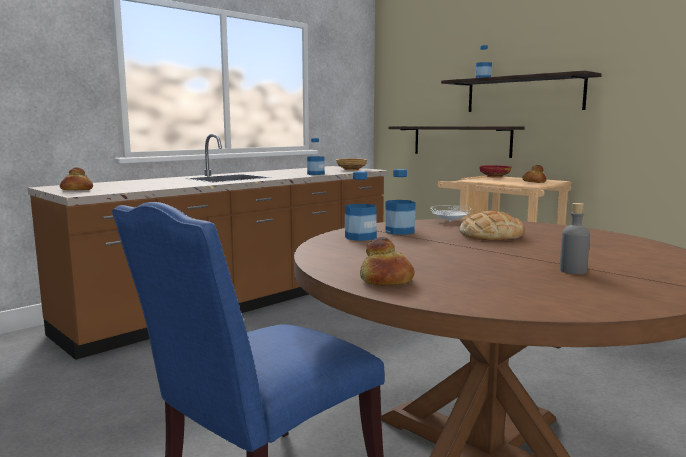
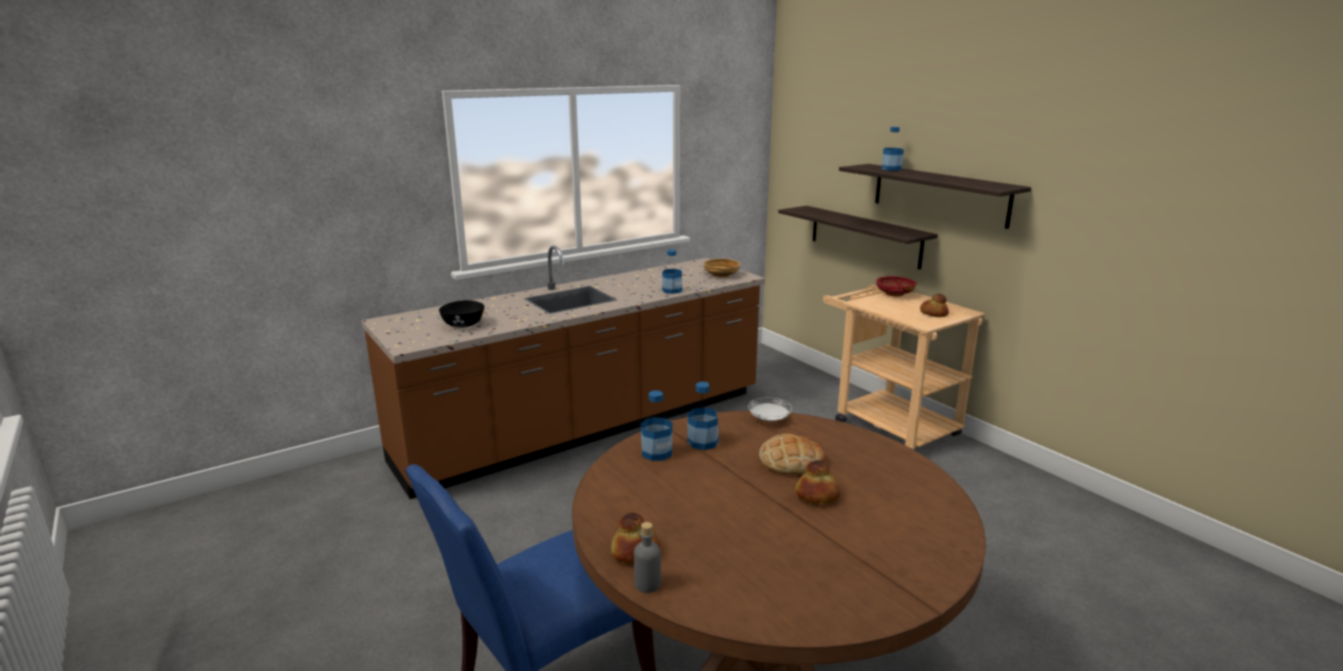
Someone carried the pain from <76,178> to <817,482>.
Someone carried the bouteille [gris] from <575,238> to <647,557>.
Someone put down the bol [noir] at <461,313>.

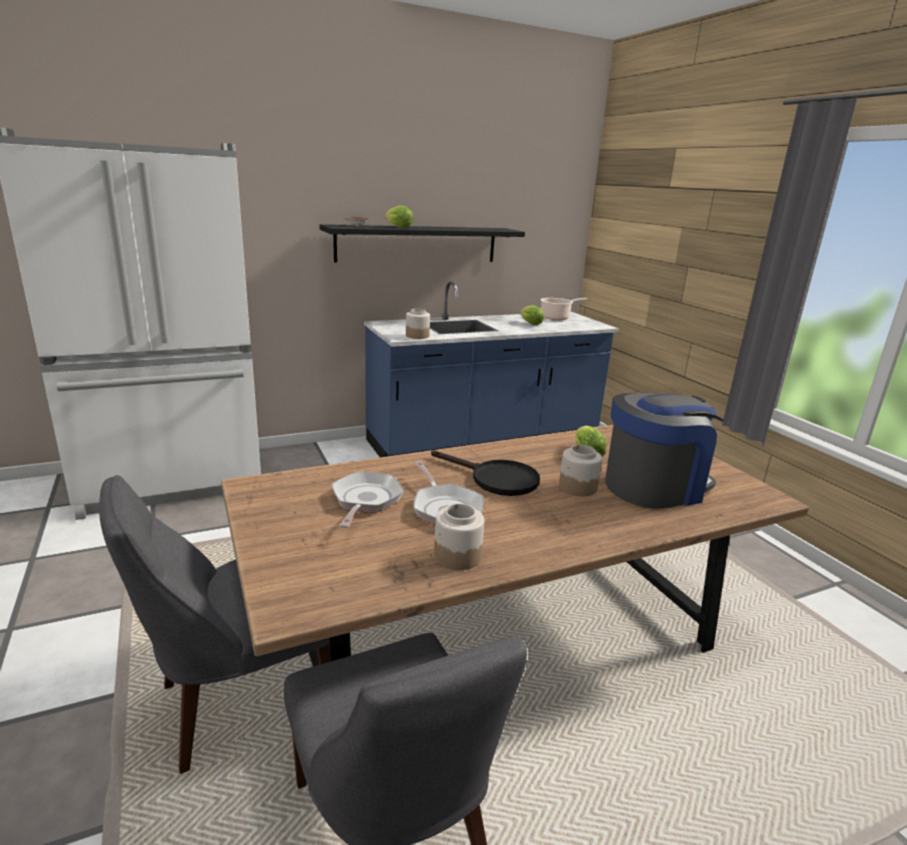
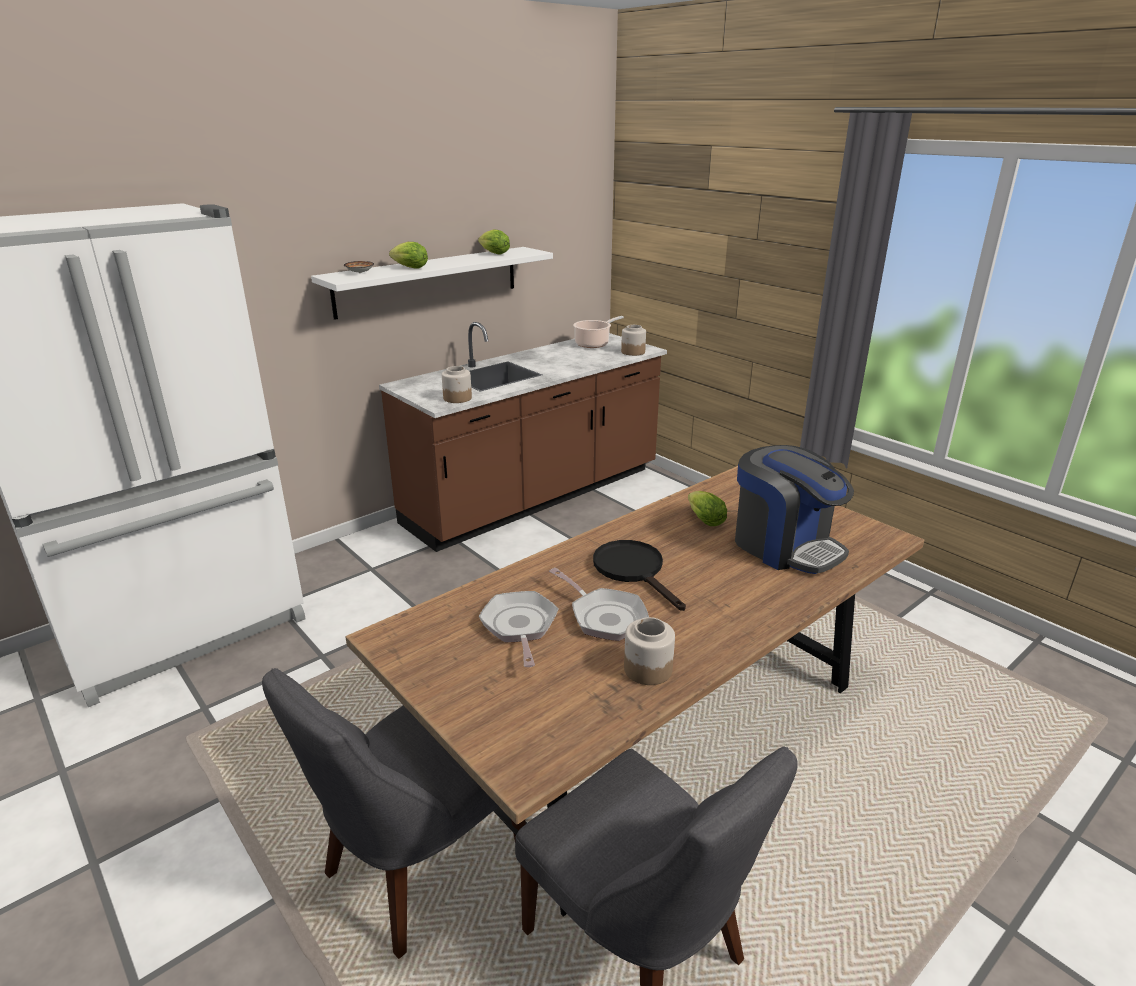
Someone repainted the étagère [noir] at <422,243>, which became the étagère [blanc] at <432,283>.
Someone repainted the comptoir de cuisine [bleu] at <491,369>, which became the comptoir de cuisine [marron] at <523,437>.
Someone rotated the poêle [noir] at <485,473> by 135 degrees counterclockwise.
Someone carried the laitue from <532,315> to <494,241>.
Someone carried the bocal from <580,470> to <633,340>.
Someone rotated the machine à café at <664,451> by 90 degrees clockwise.

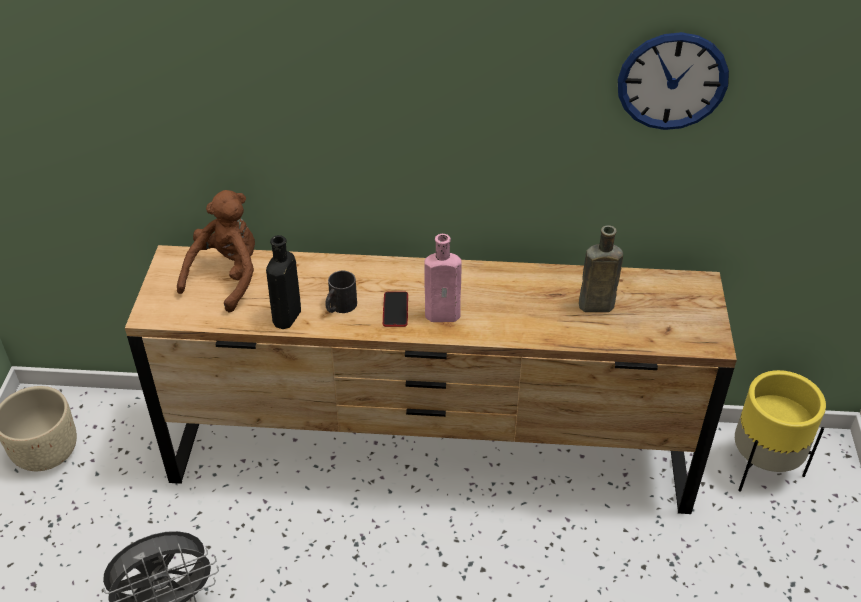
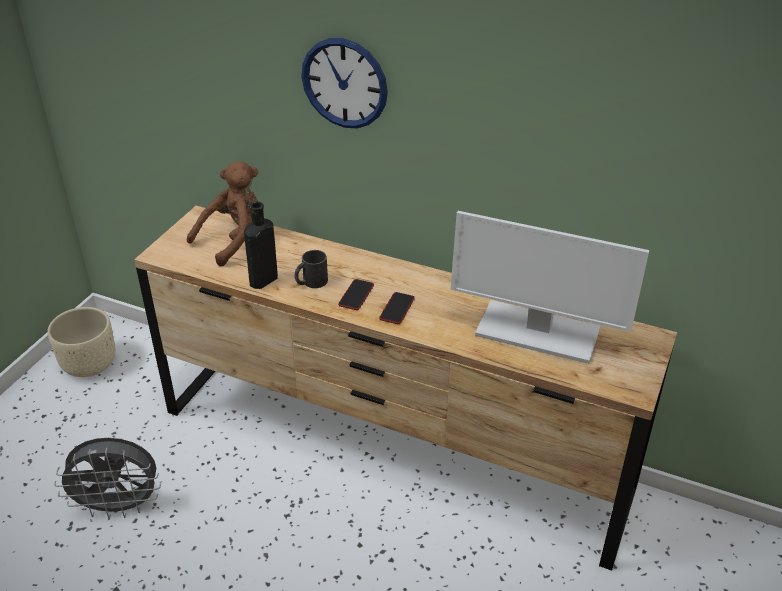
Someone swapped the bouteille [rose] at <443,278> for the téléphone at <397,308>.
Someone swapped the bouteille [marron] at <601,268> for the écran d'ordinateur at <549,287>.
Someone carried the horloge murale from <673,81> to <344,83>.
Someone took away the cache-pot [jaune] at <780,431>.

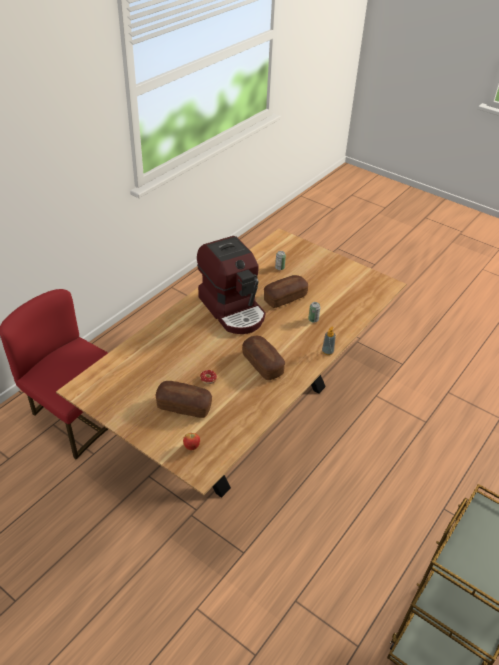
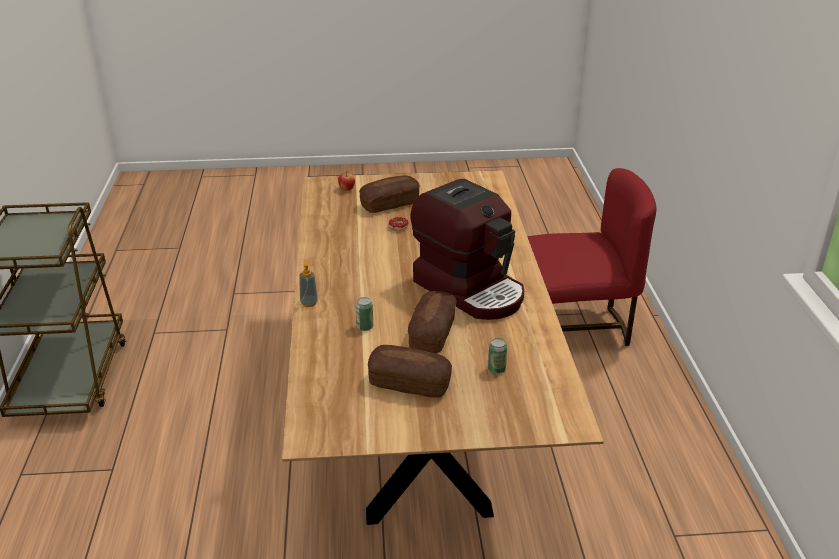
Someone rotated the machine à café at <231,285> by 150 degrees counterclockwise.
Someone carried the pain from <263,358> to <410,371>.

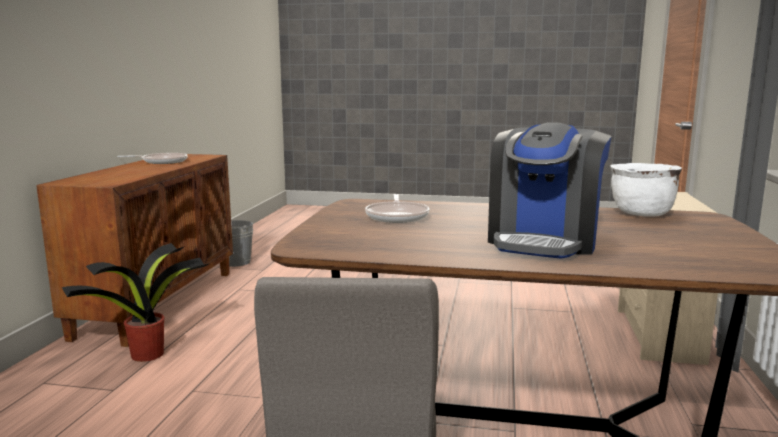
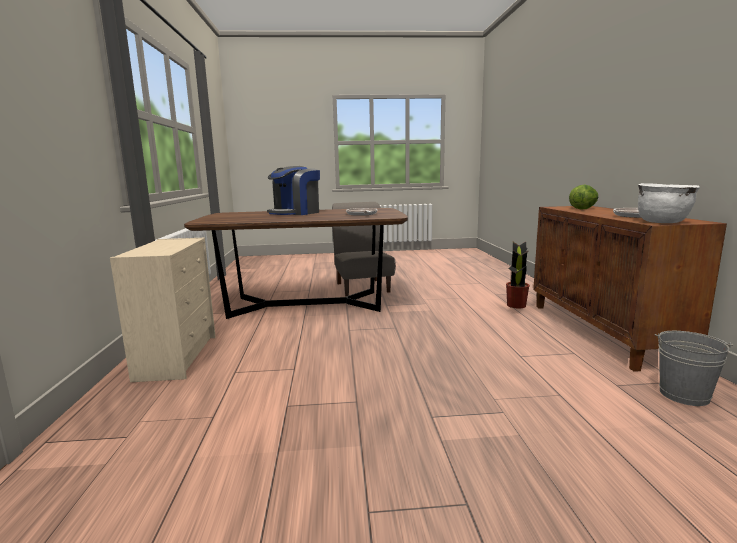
Someone rotated the machine à café at <550,190> by 150 degrees counterclockwise.
Someone carried the marmite [blanc] from <646,190> to <669,203>.
Someone put down the laitue at <583,197>.

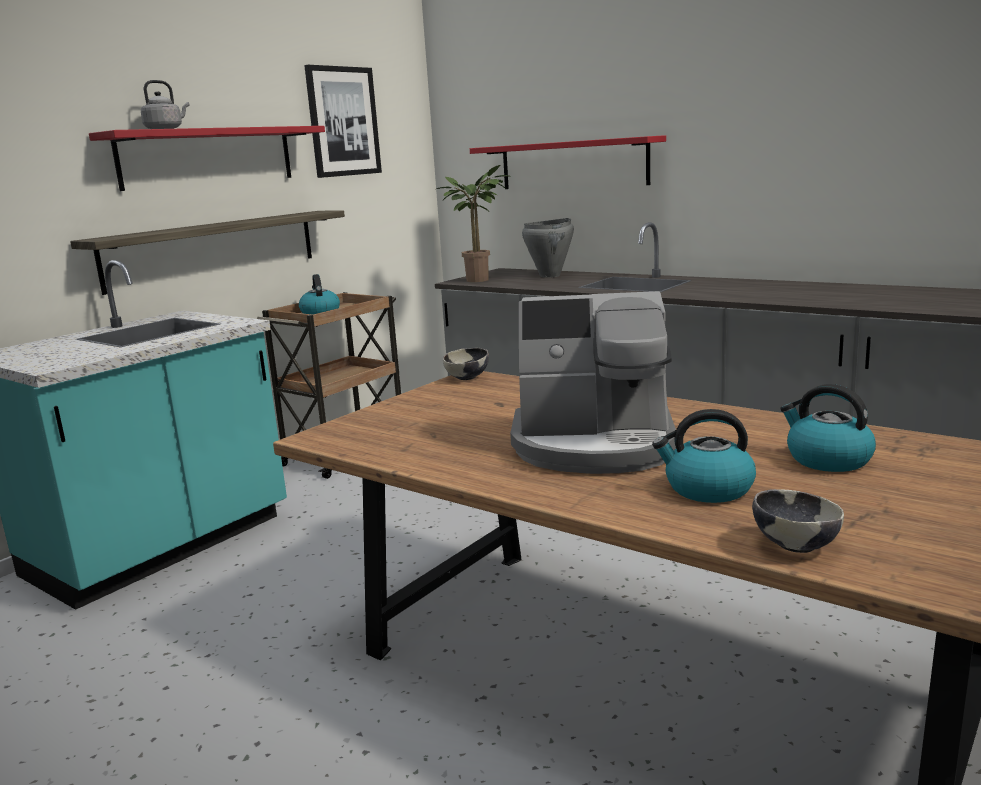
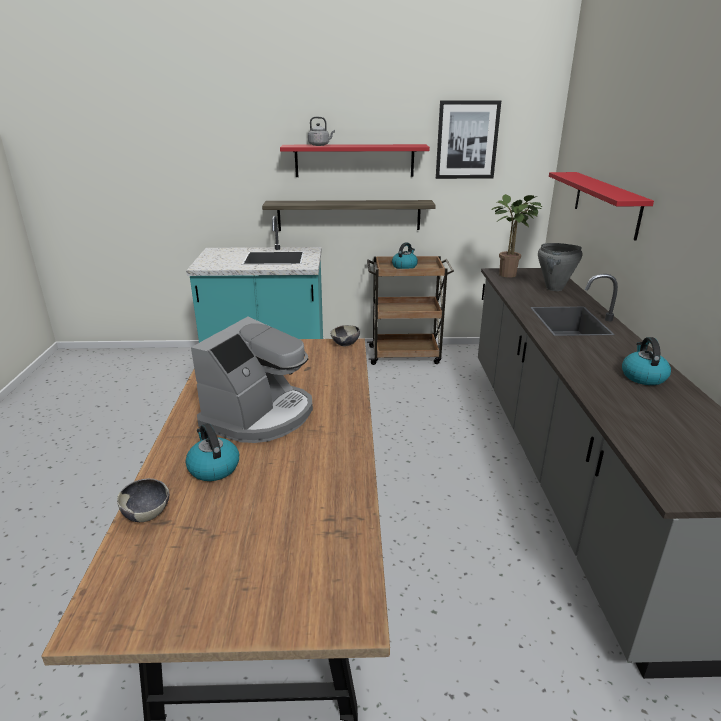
Someone rotated the machine à café at <593,382> by 120 degrees counterclockwise.
Someone carried the bouilloire from <828,428> to <646,361>.

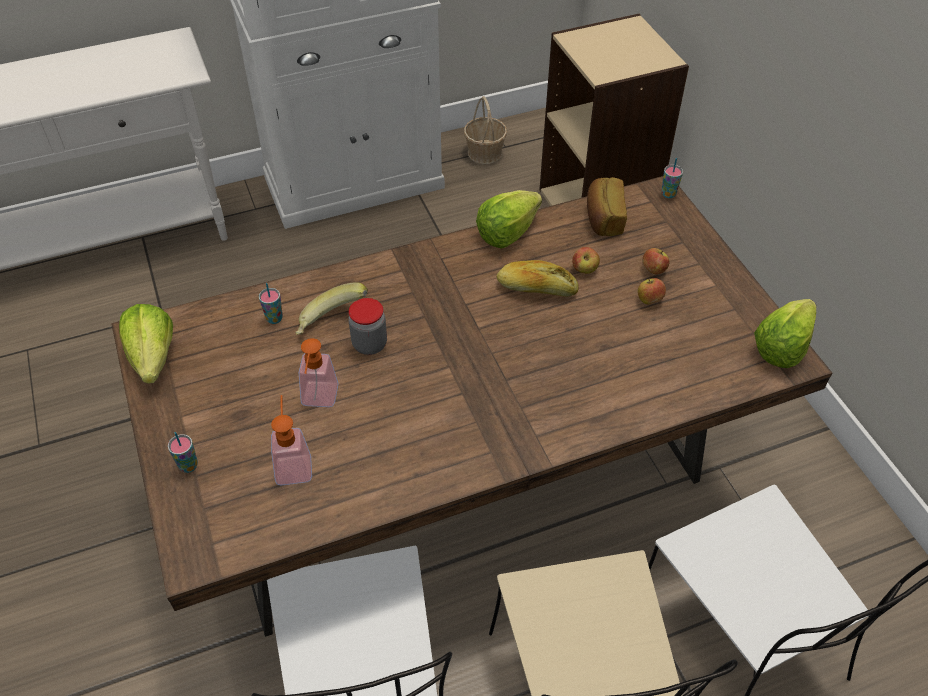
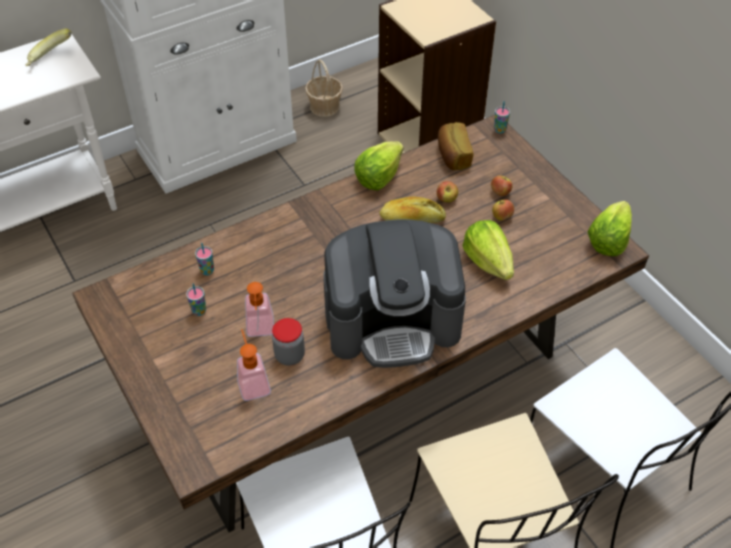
Someone carried the laitue from <146,344> to <488,250>.
Someone carried the tasse from <183,452> to <196,299>.
Someone carried the banane from <331,308> to <48,47>.
Someone carried the bocal from <367,326> to <288,342>.
Someone put down the machine à café at <394,294>.

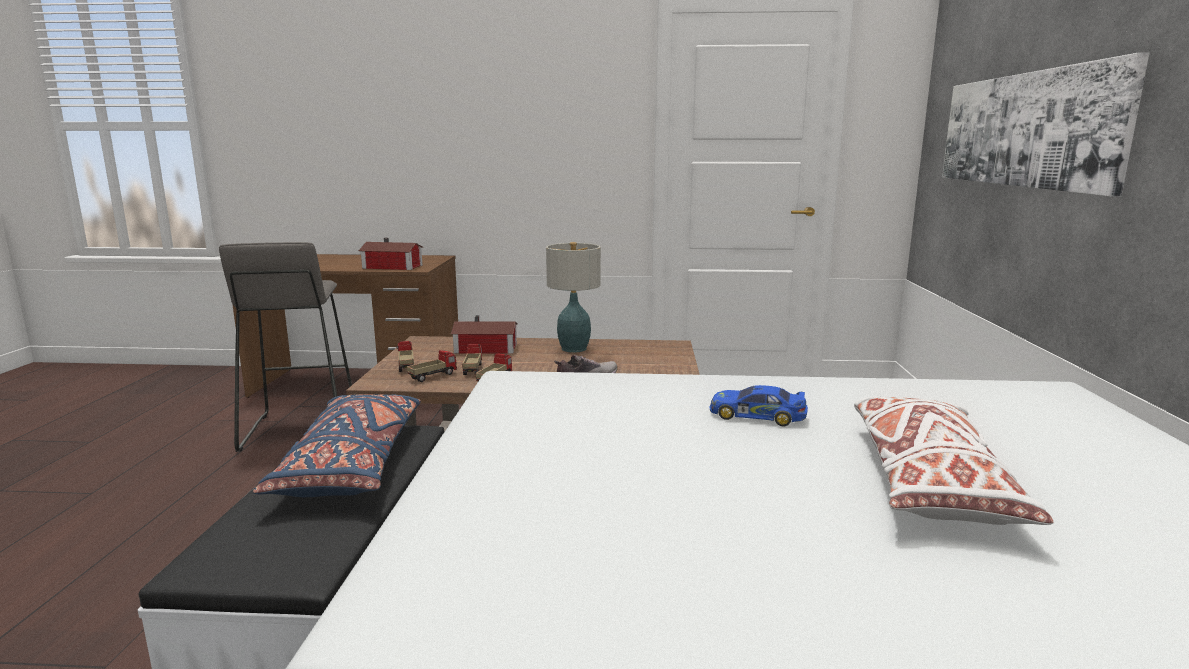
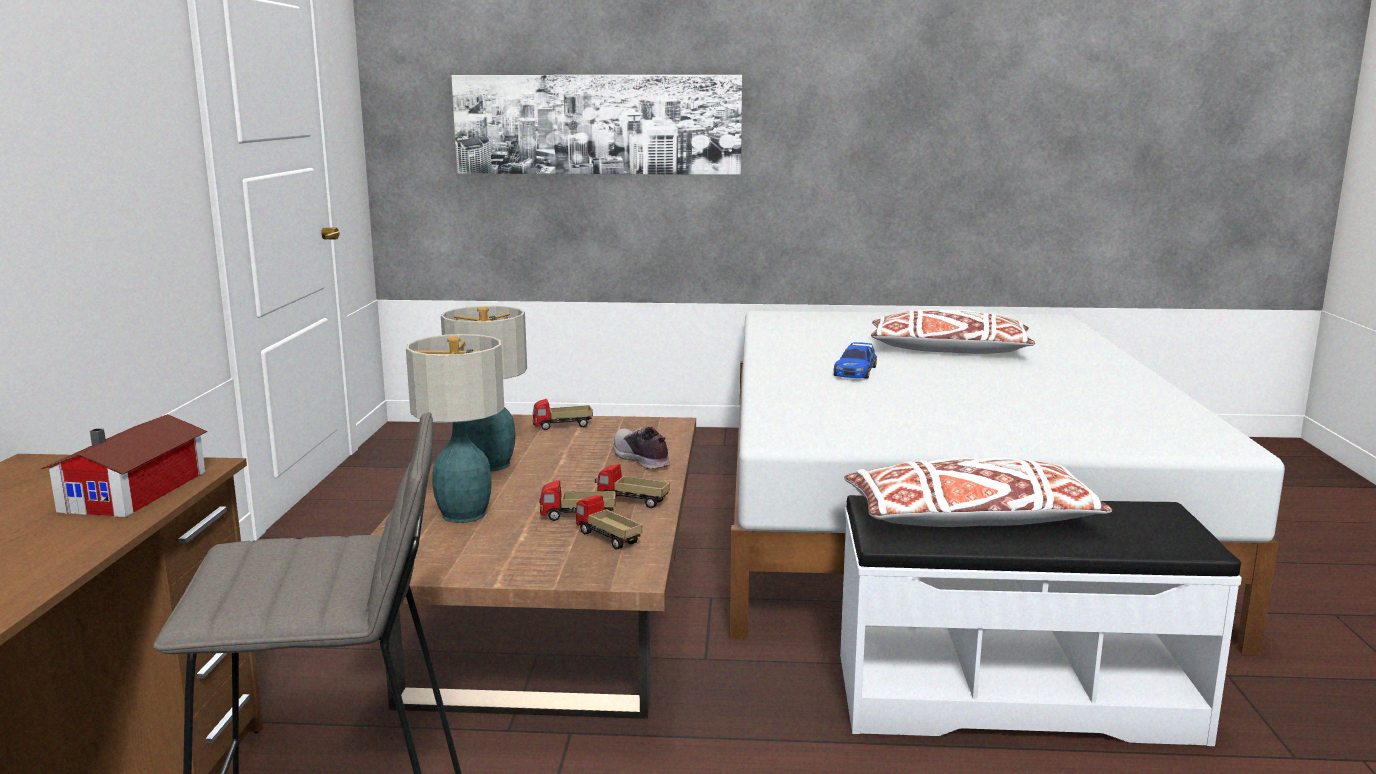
Someone repainted the coussin [bleu] at <337,445>, which became the coussin [blanc] at <978,492>.
Someone carried the camion jouet from <405,356> to <563,414>.
Someone swapped the maison miniature at <484,334> for the lampe de table at <455,428>.

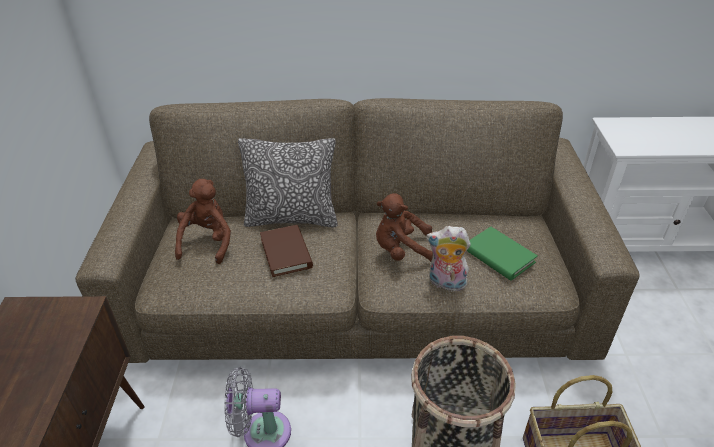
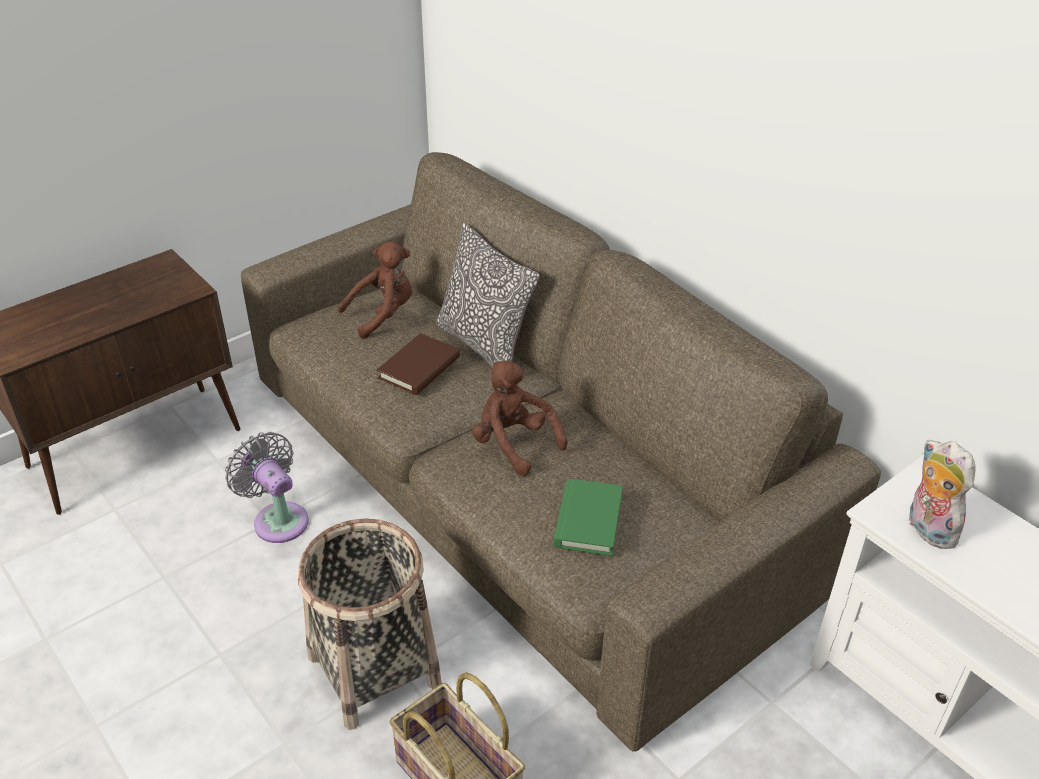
Someone carried the peluche from <448,258> to <941,494>.

